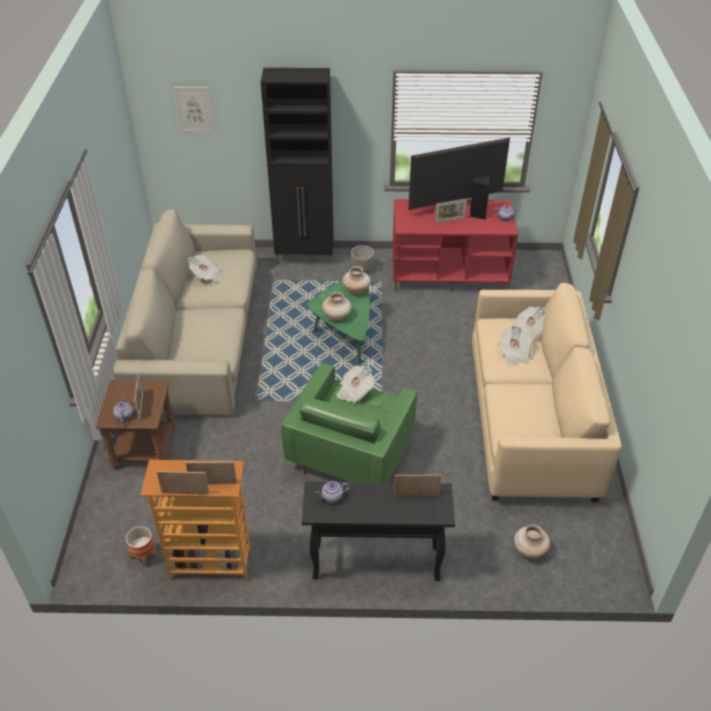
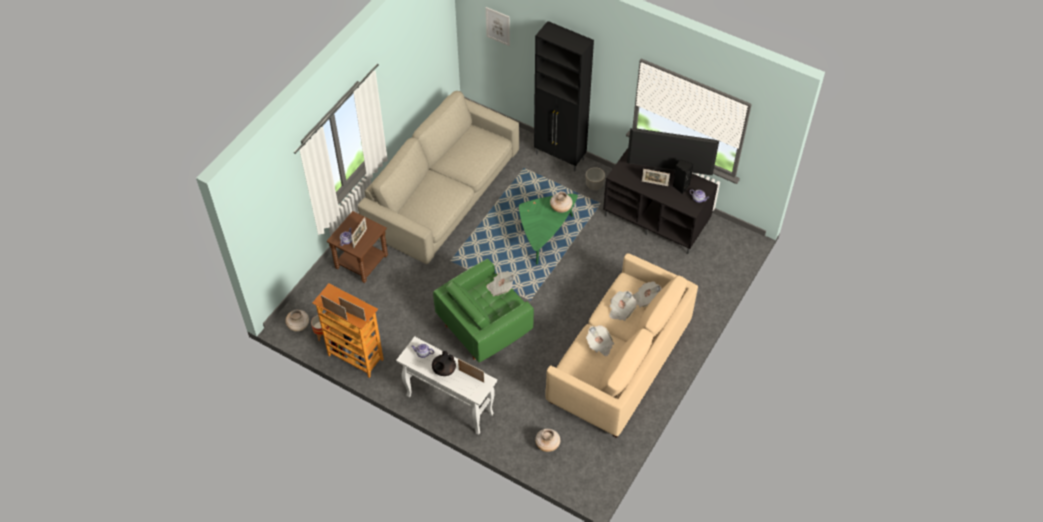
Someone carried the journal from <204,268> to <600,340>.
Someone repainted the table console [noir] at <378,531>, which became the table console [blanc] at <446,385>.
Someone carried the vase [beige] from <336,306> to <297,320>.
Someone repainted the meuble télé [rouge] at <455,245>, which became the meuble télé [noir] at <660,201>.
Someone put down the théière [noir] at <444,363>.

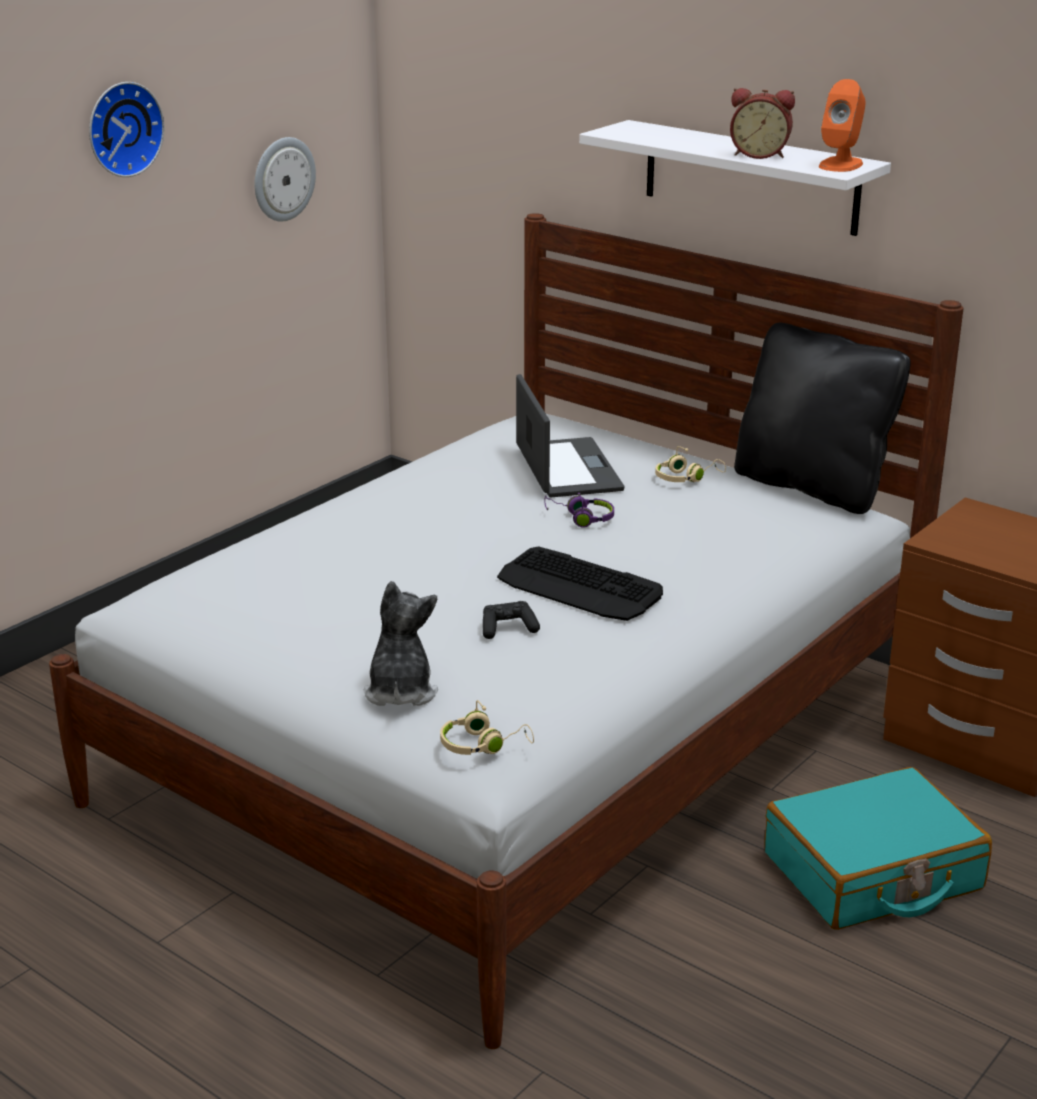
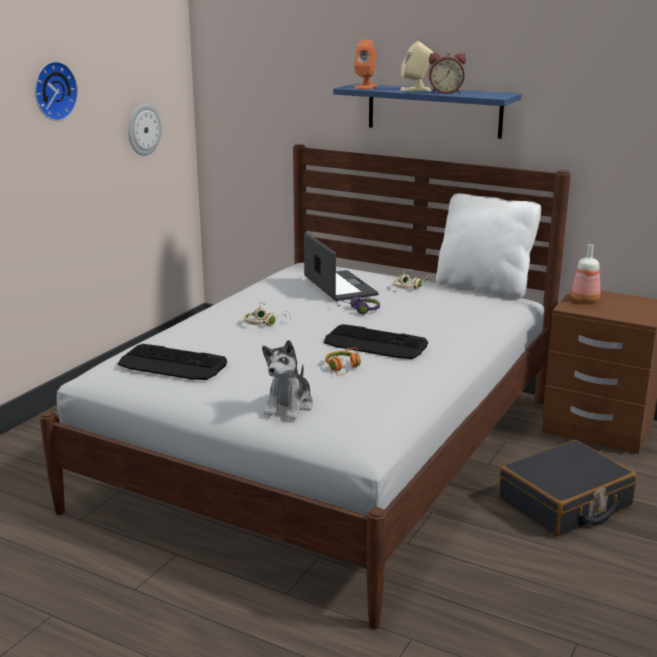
Someone rotated the peluche at <401,643> by 150 degrees counterclockwise.
Someone carried the casque audio [beige] from <487,727> to <267,314>.
Someone swapped the manette [noir] at <511,620> for the casque audio [orange] at <342,361>.
Someone repainted the étagère [blanc] at <735,178>, which became the étagère [bleu] at <427,111>.
Someone repainted the coussin [noir] at <822,418>, which became the coussin [blanc] at <488,246>.
Someone repainted the valise [turquoise] at <878,848>, which became the valise [noir] at <567,488>.
Someone carried the enceinte [orange] from <842,125> to <366,64>.
Someone put down the clavier at <172,362>.
Someone put down the enceinte [beige] at <416,66>.
Someone put down the bouteille at <585,273>.

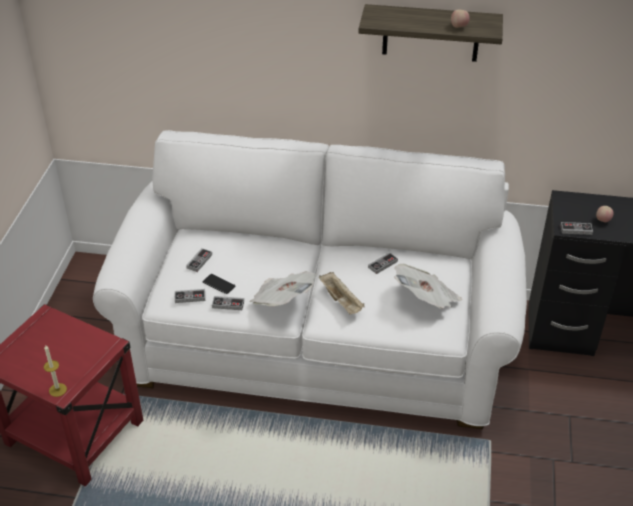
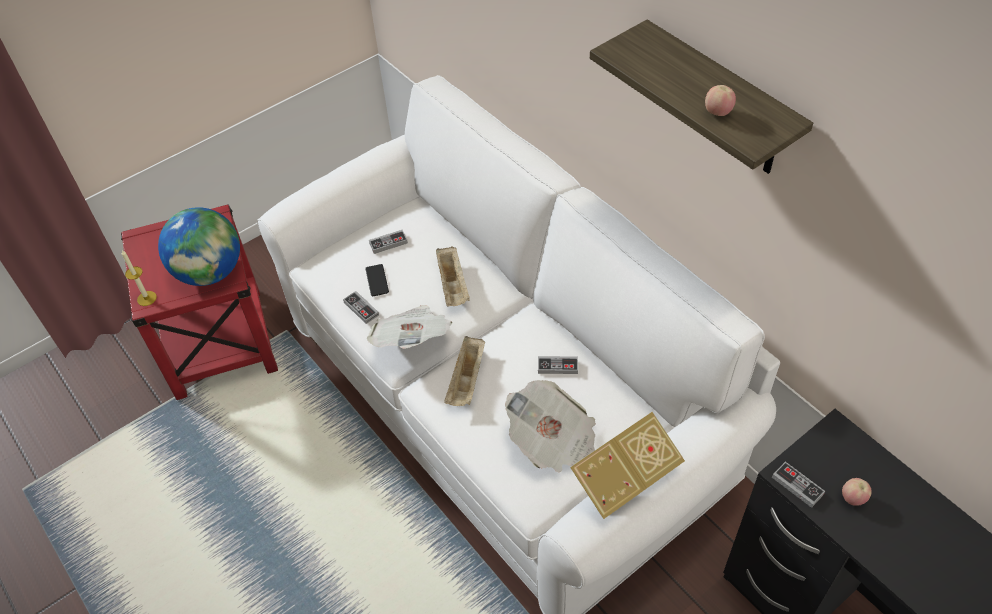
Someone took away the manette at <190,296>.
Someone put down the globe at <199,246>.
Someone put down the plateau [beige] at <452,276>.
Someone put down the livre at <627,465>.

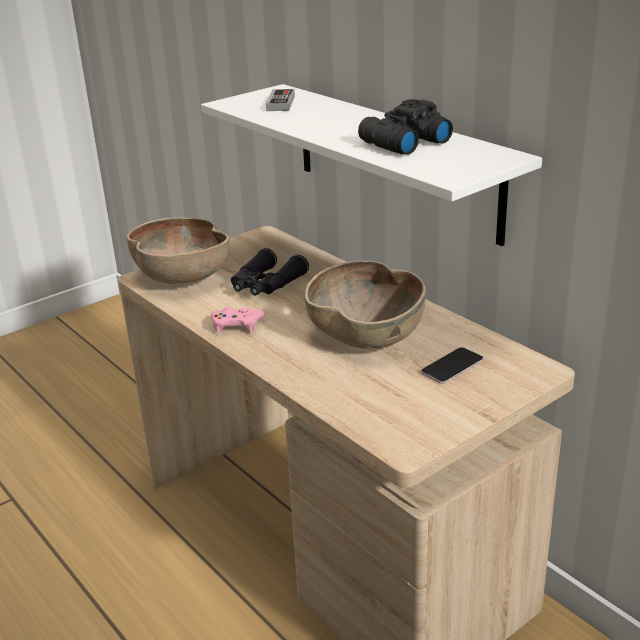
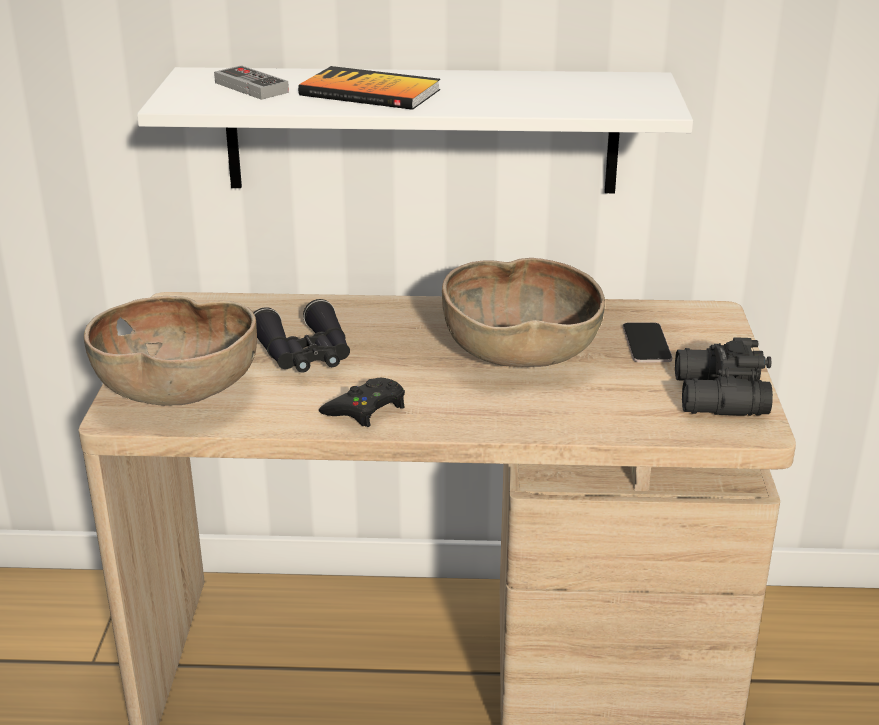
Someone repainted the manette [rose] at <238,320>, which became the manette [noir] at <362,402>.
Someone carried the jumelles [noir] from <405,127> to <724,376>.
Someone put down the livre at <369,88>.

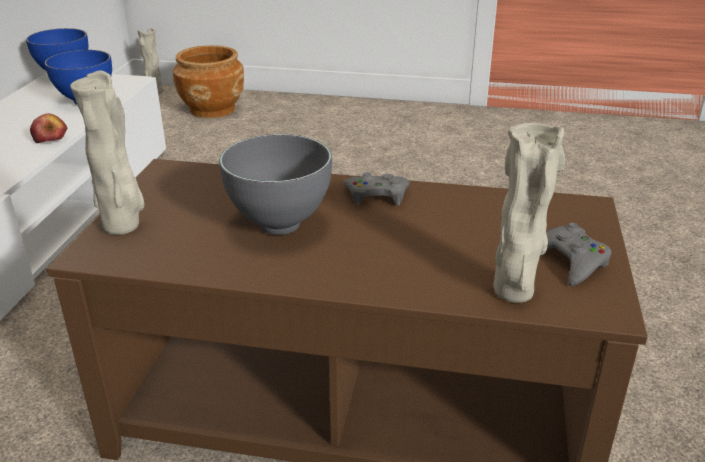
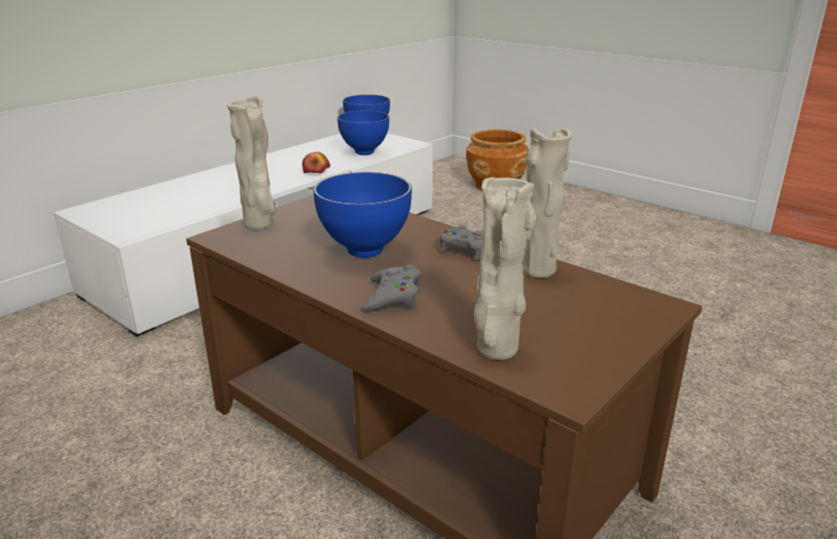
Someone carried the vase [beige] from <150,61> to <548,203>.
Someone repainted the bol [gris] at <275,184>, which became the bol [bleu] at <363,215>.
Someone carried the manette [gris] from <578,254> to <391,288>.

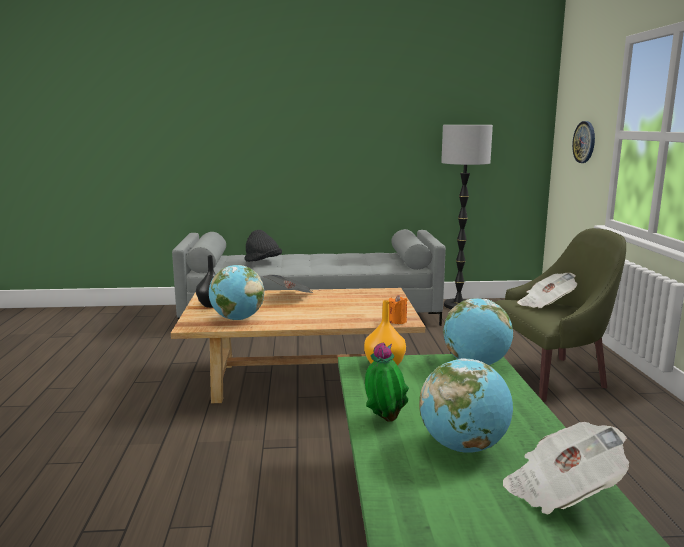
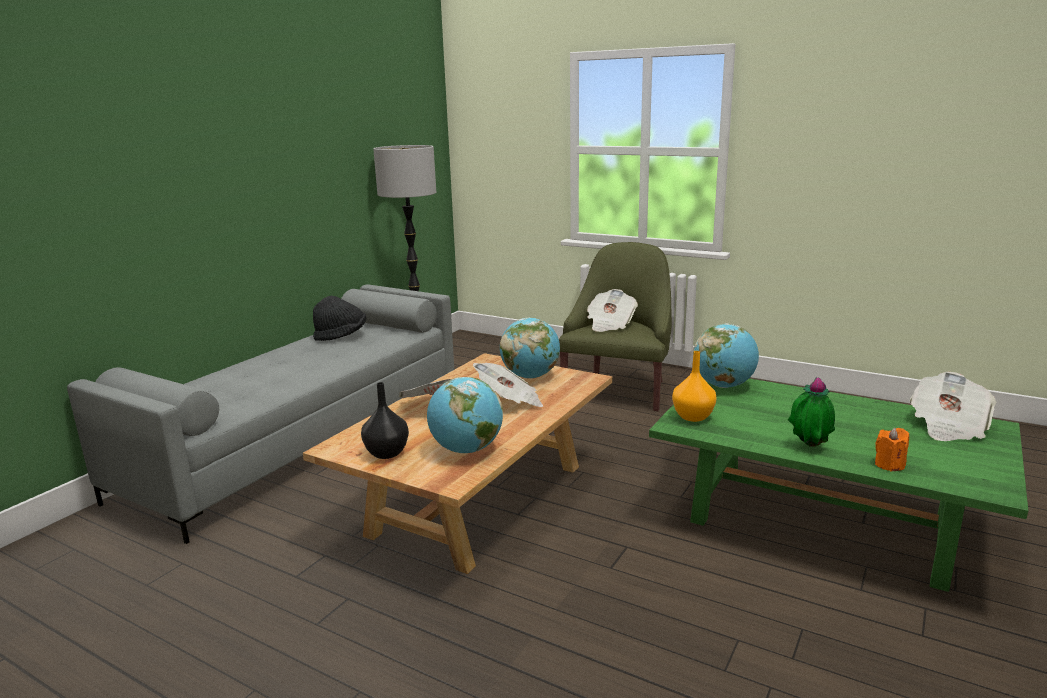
Someone carried the chapeau [noir] from <263,246> to <339,318>.
Someone carried the bougie [orange] from <398,309> to <892,450>.
Someone carried the globe from <466,405> to <530,348>.
Someone took away the horloge murale at <583,142>.
Someone put down the journal at <508,385>.

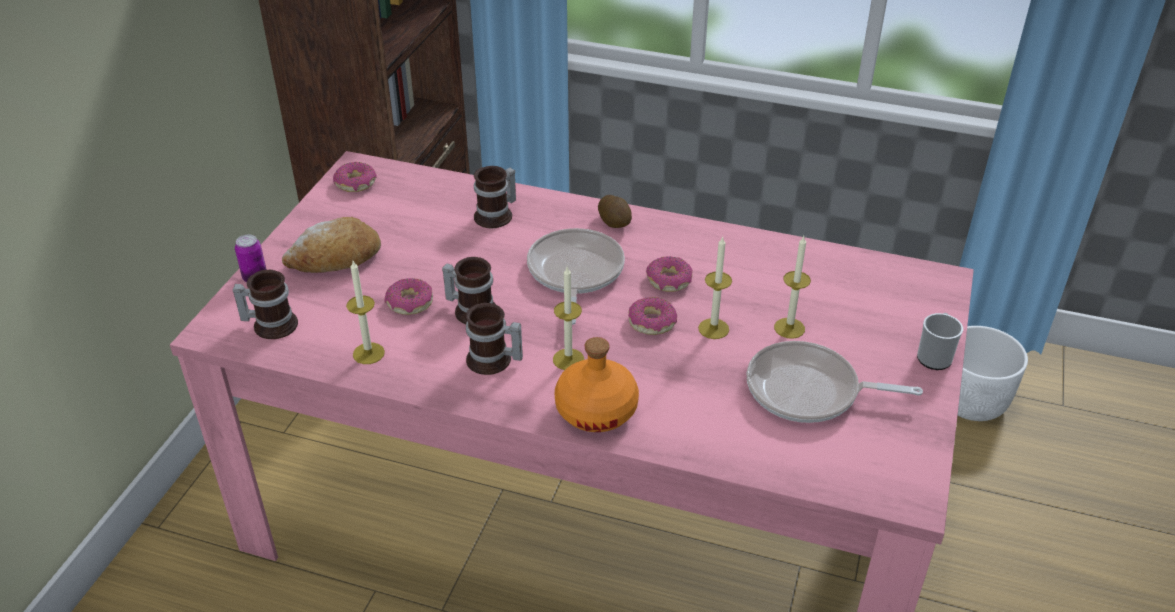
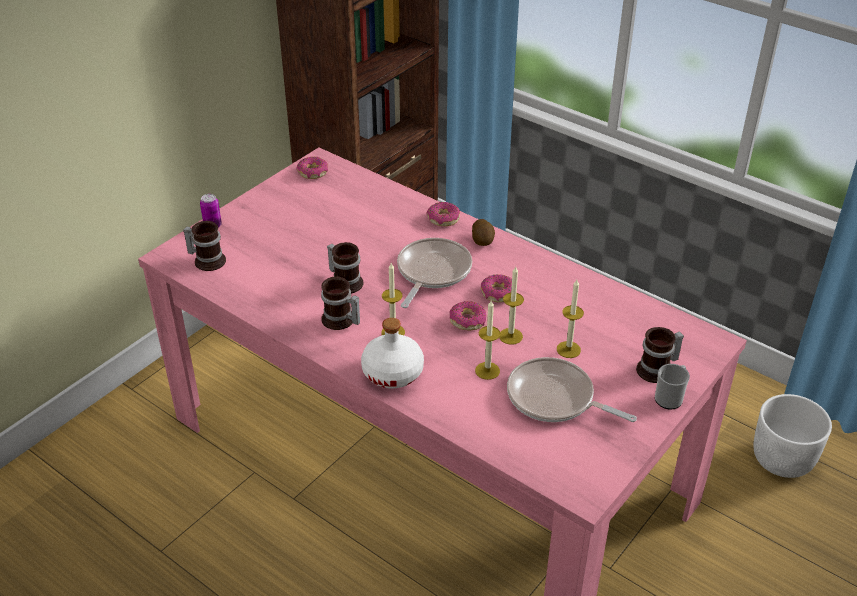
Someone took away the pain at <331,245>.
Someone carried the bougie from <365,312> to <487,340>.
Someone carried the beignet from <409,296> to <443,214>.
Someone carried the mug from <495,197> to <660,355>.
Someone repainted the bouteille [orange] at <597,384>, which became the bouteille [blanc] at <392,353>.

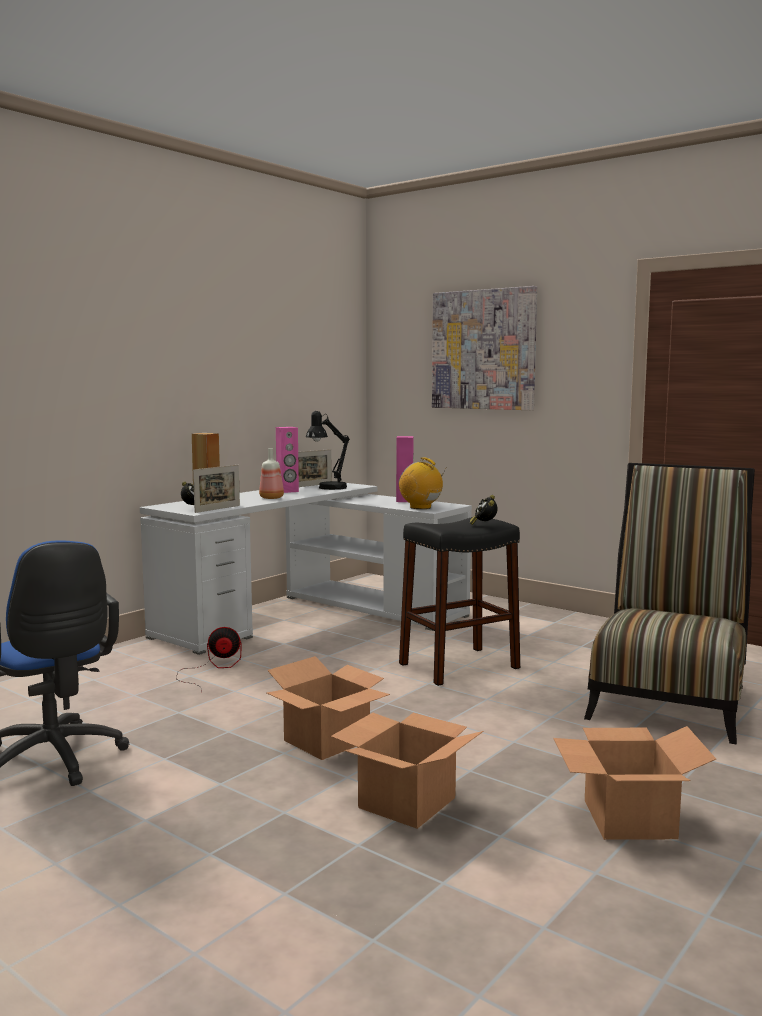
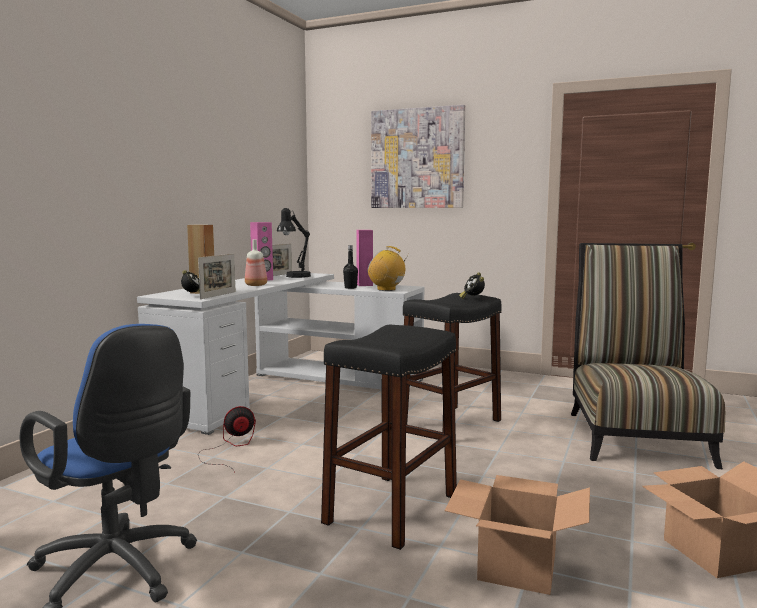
Someone swapped the carton at <328,708> for the tabouret [noir] at <389,437>.
Someone put down the bouteille [noir] at <350,267>.

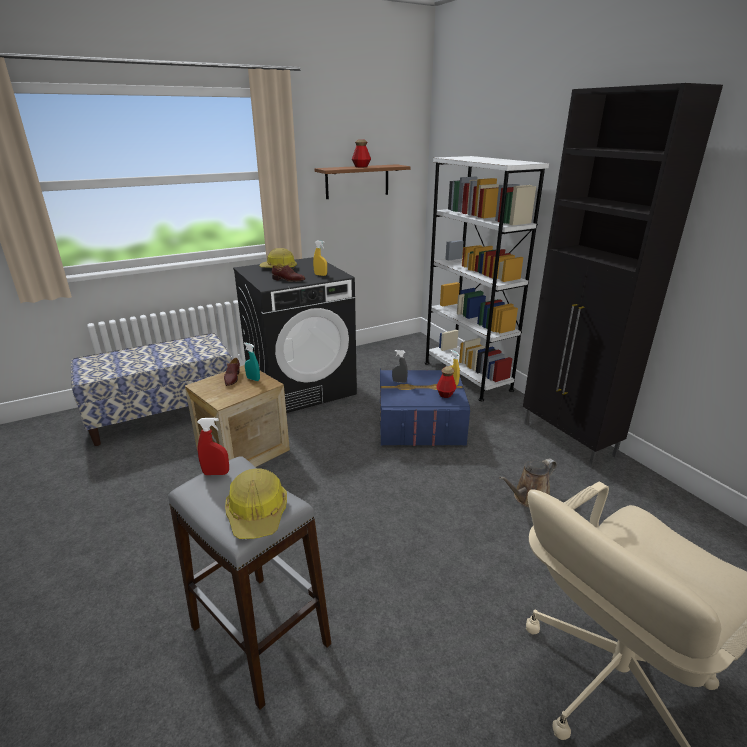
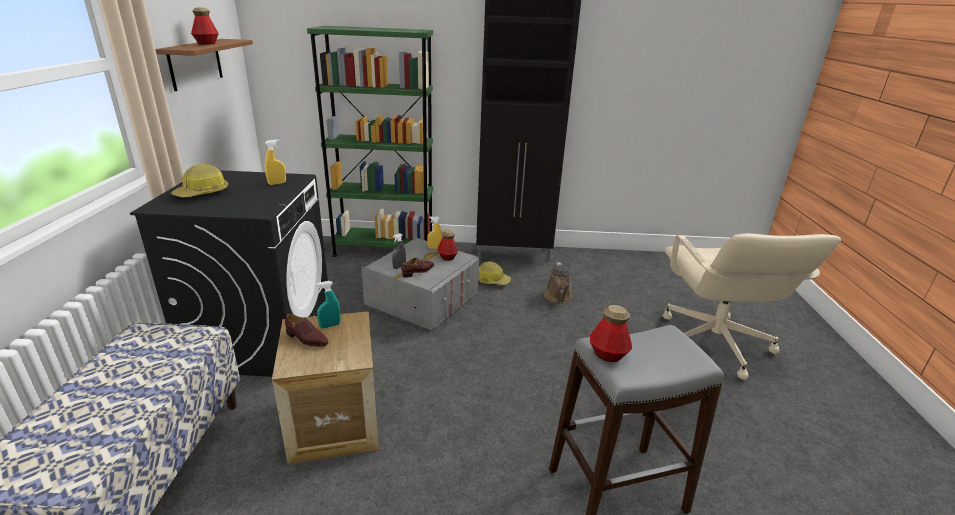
Someone swapped the vaporisateur [rouge] at <213,446> for the bouteille at <611,333>.
Someone carried the casque de chantier from <256,503> to <494,273>.
Someone carried the chaussure [marron] from <288,273> to <417,268>.
Someone repainted the boîte de rangement [bleu] at <425,407>, which became the boîte de rangement [gris] at <420,283>.
Someone repainted the bibliothèque [blanc] at <487,278>, which became the bibliothèque [vert] at <370,141>.

